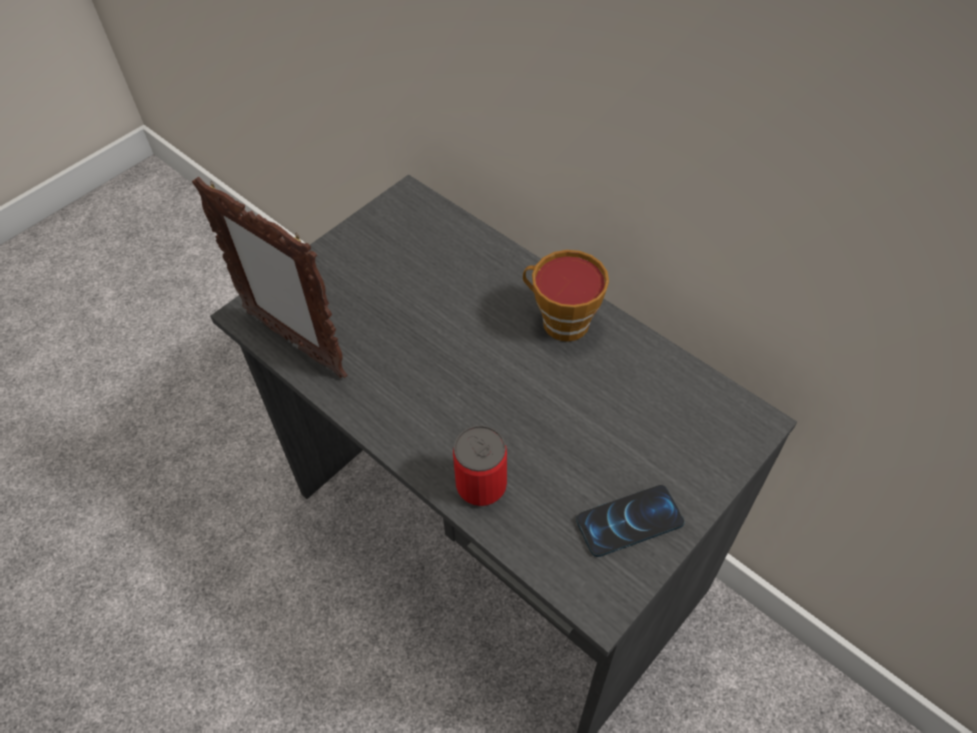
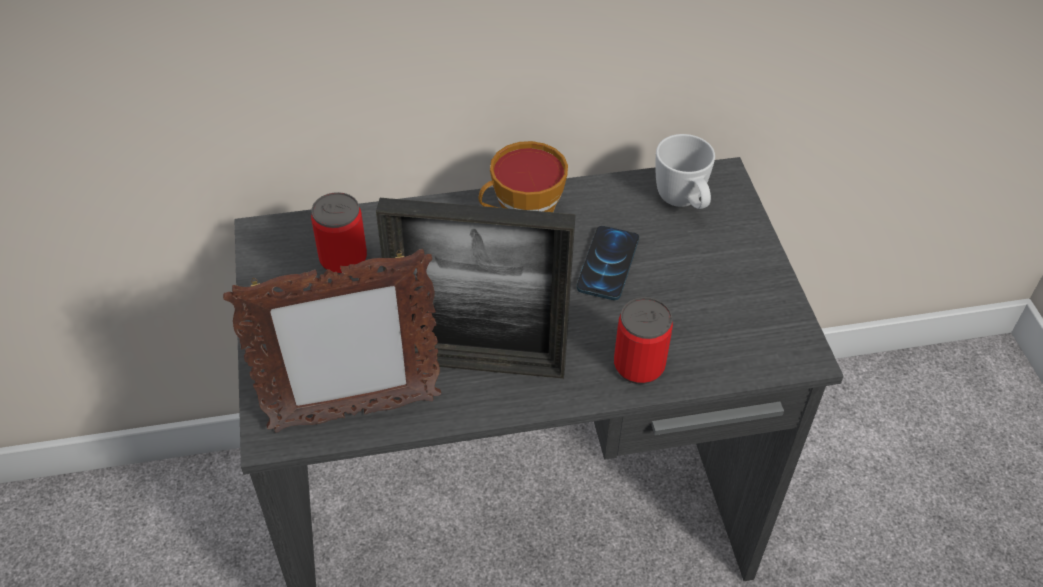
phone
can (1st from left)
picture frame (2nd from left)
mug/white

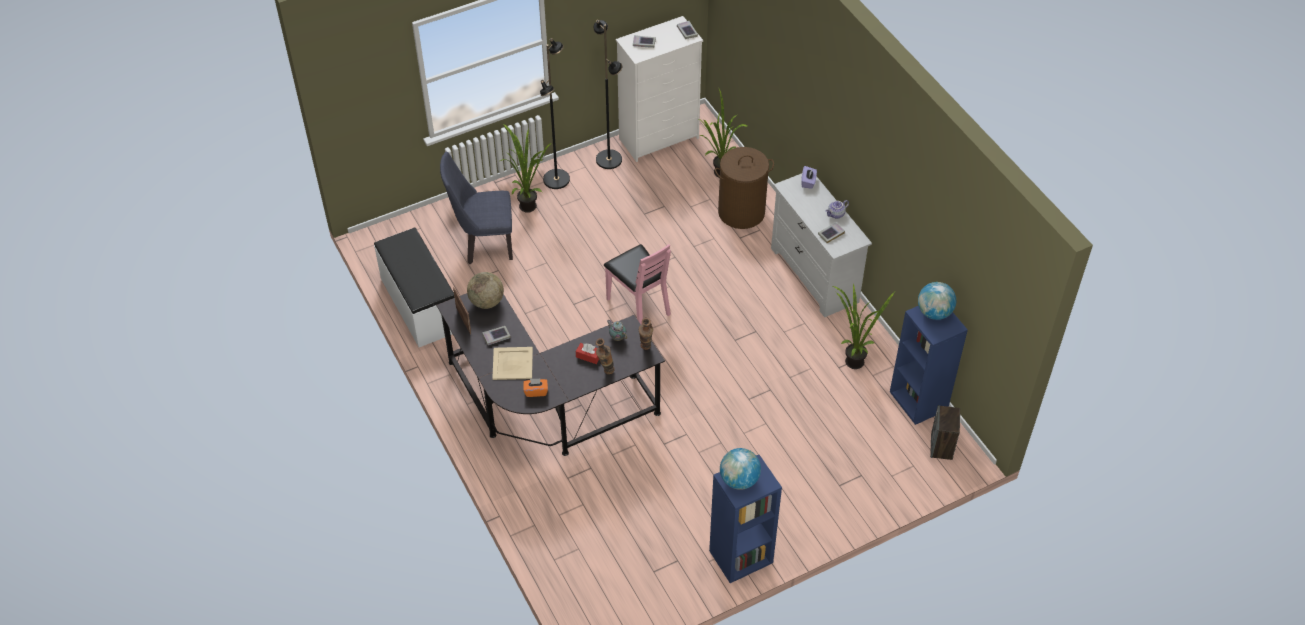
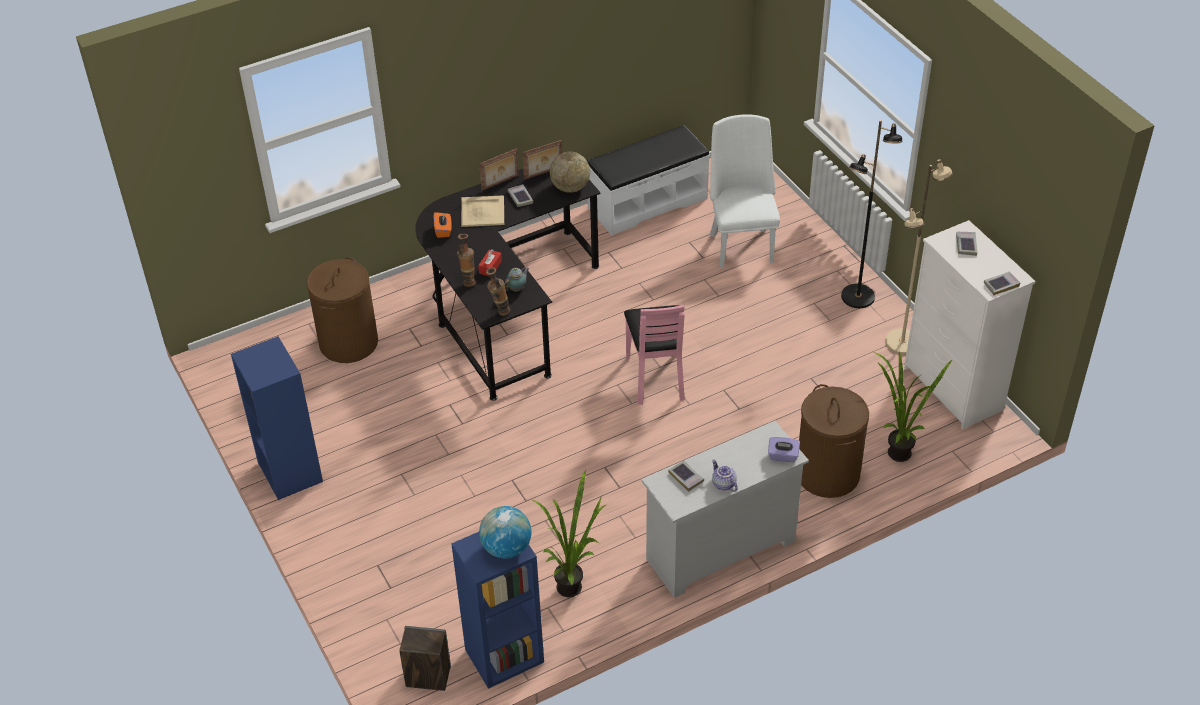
chair/white
potted plant (1st from left in the first image)
floor lamp/beige
chair/pink
globe (2nd from left in the first image)
laundry basket/brown (1st from left)
picture frame (1st from left)

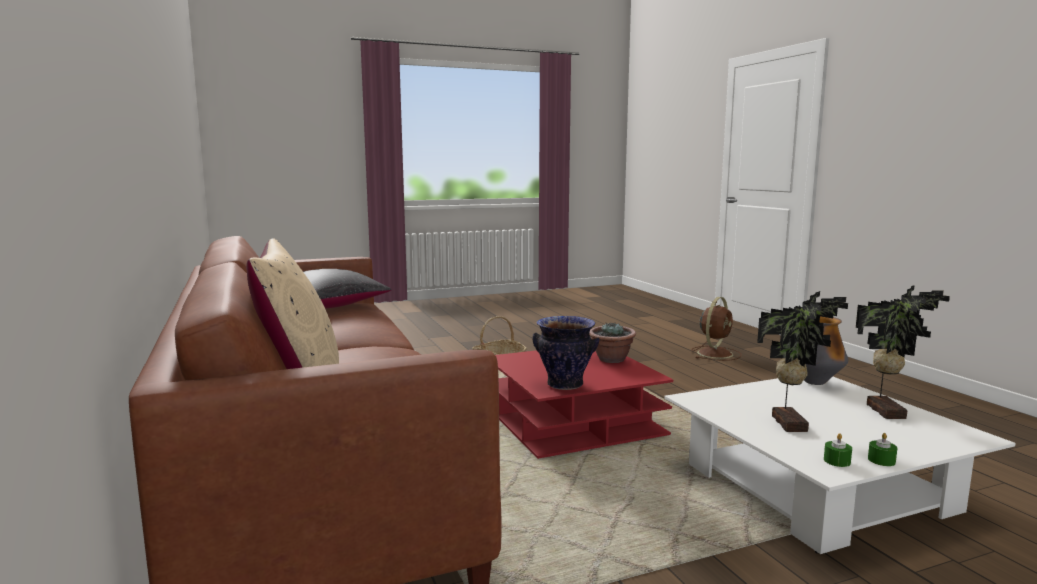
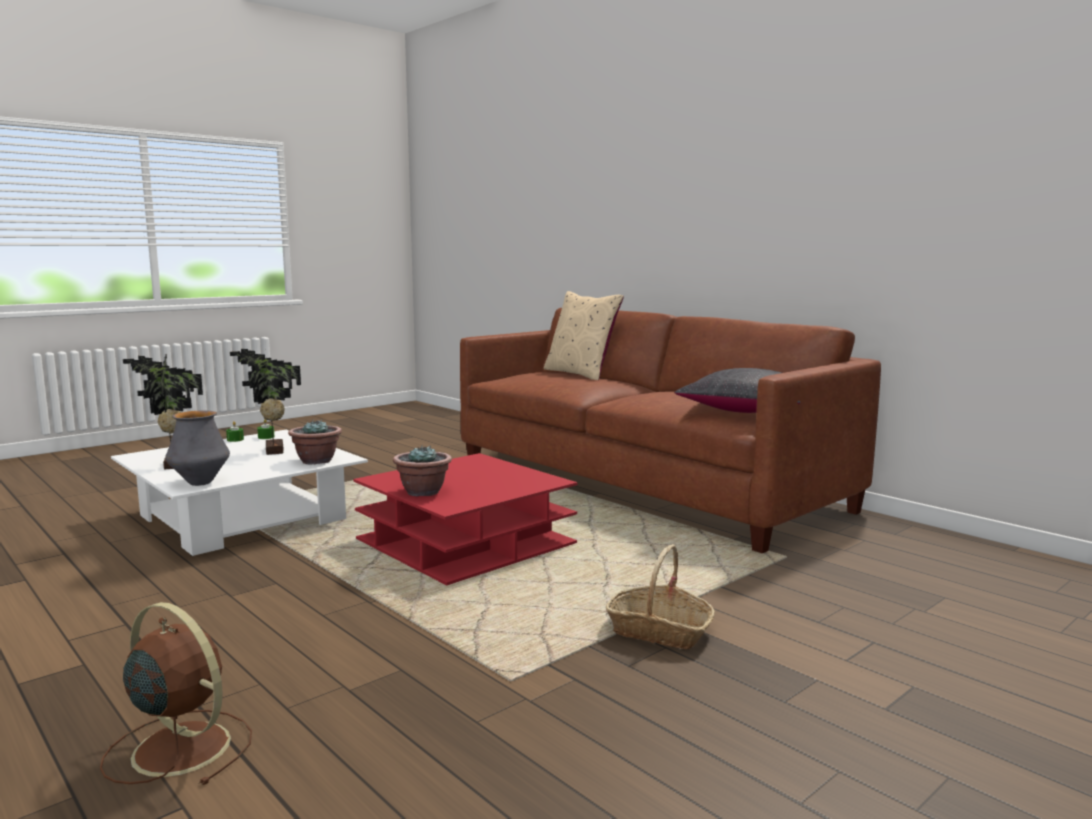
vase (1st from left in the first image)
fan/brown
potted plant (3rd from left)

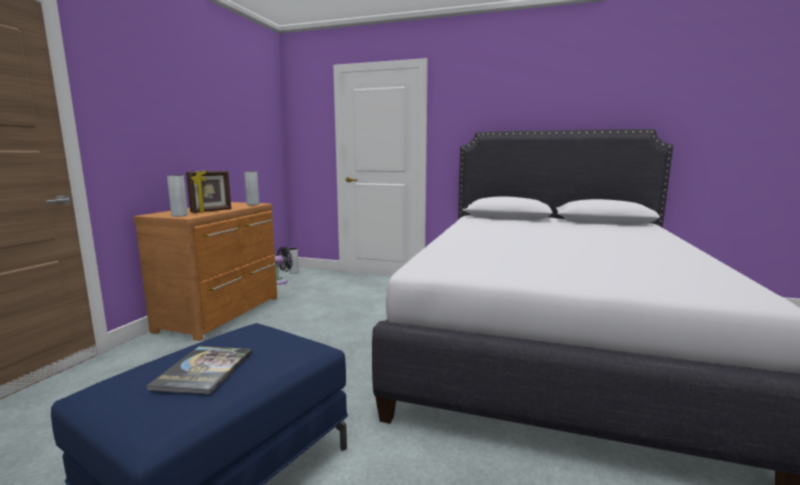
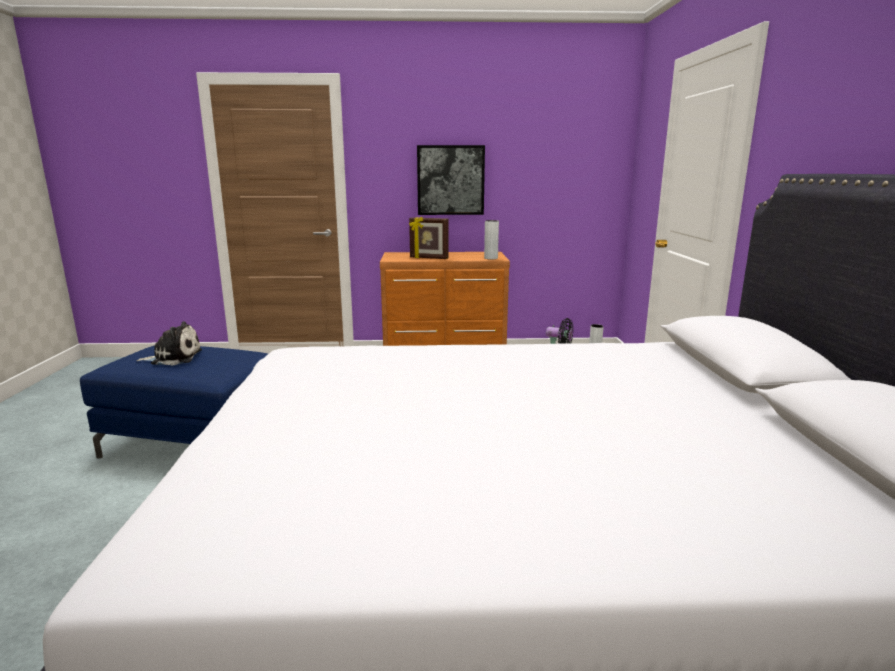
plush toy
vase/grey (1st from left in the first image)
picture

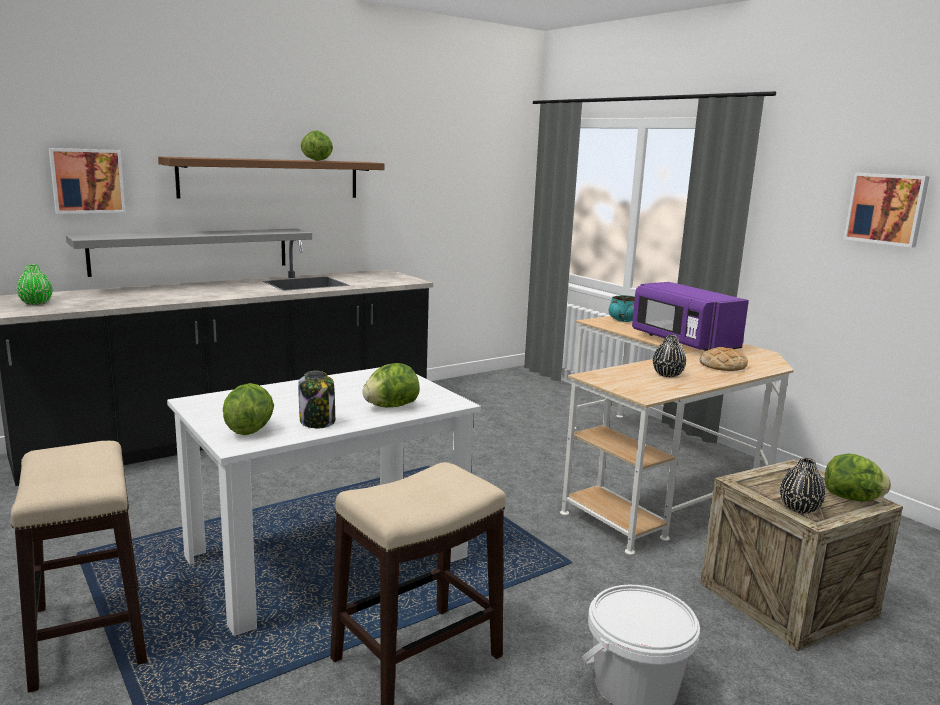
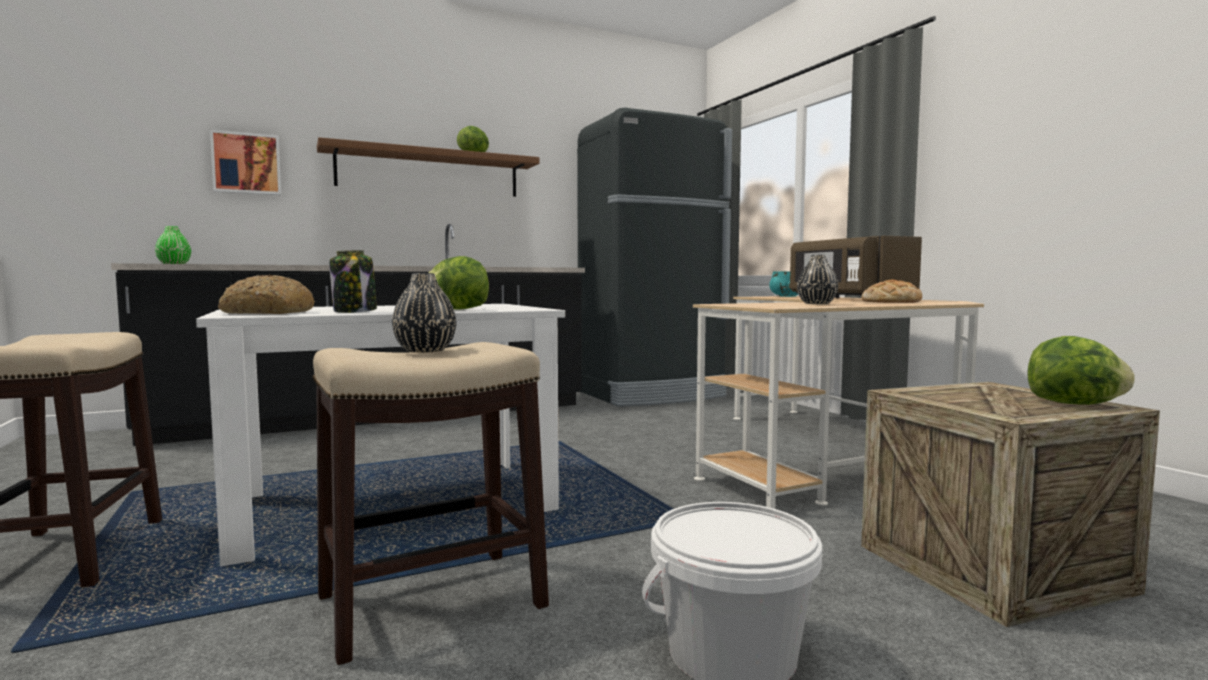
shelf/grey
bread (1st from left)
microwave/brown
vase/black (1st from left)
picture (2nd from left in the first image)
fridge/black

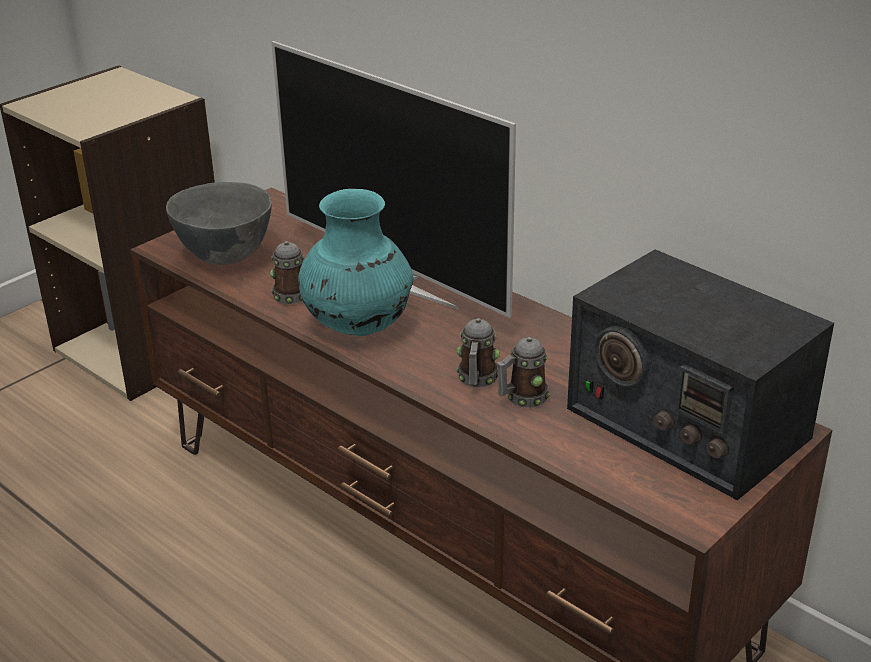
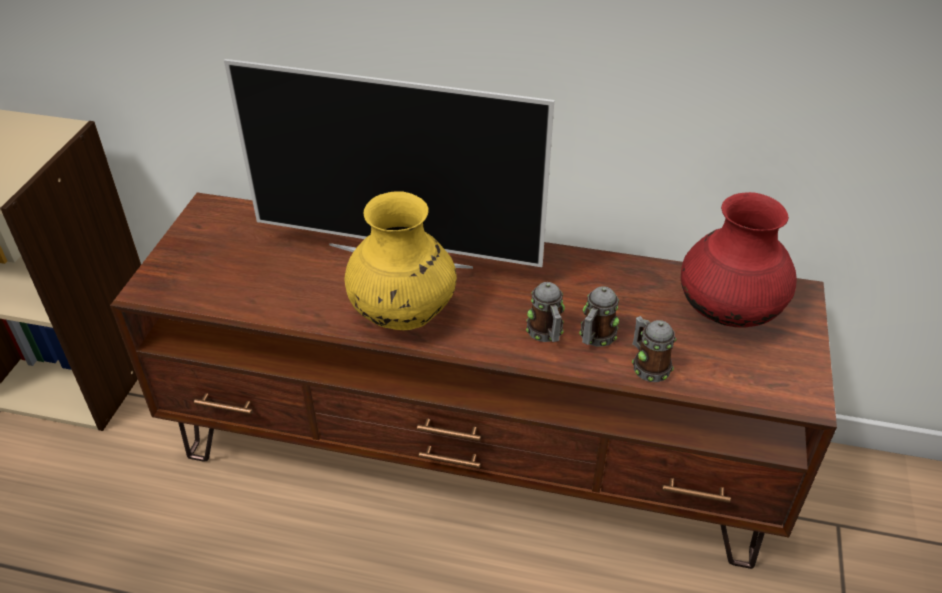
bowl/grey
mug (3rd from left)
vase/yellow
vase/red

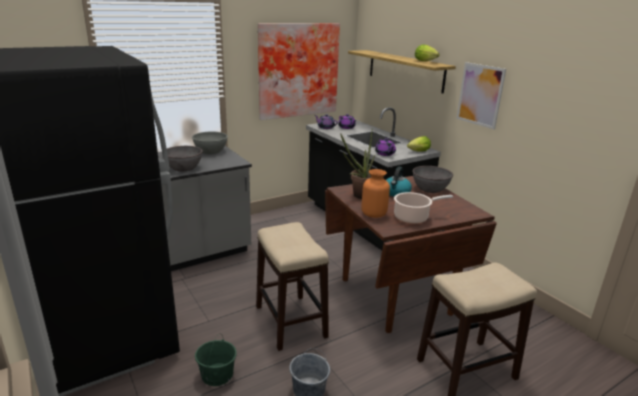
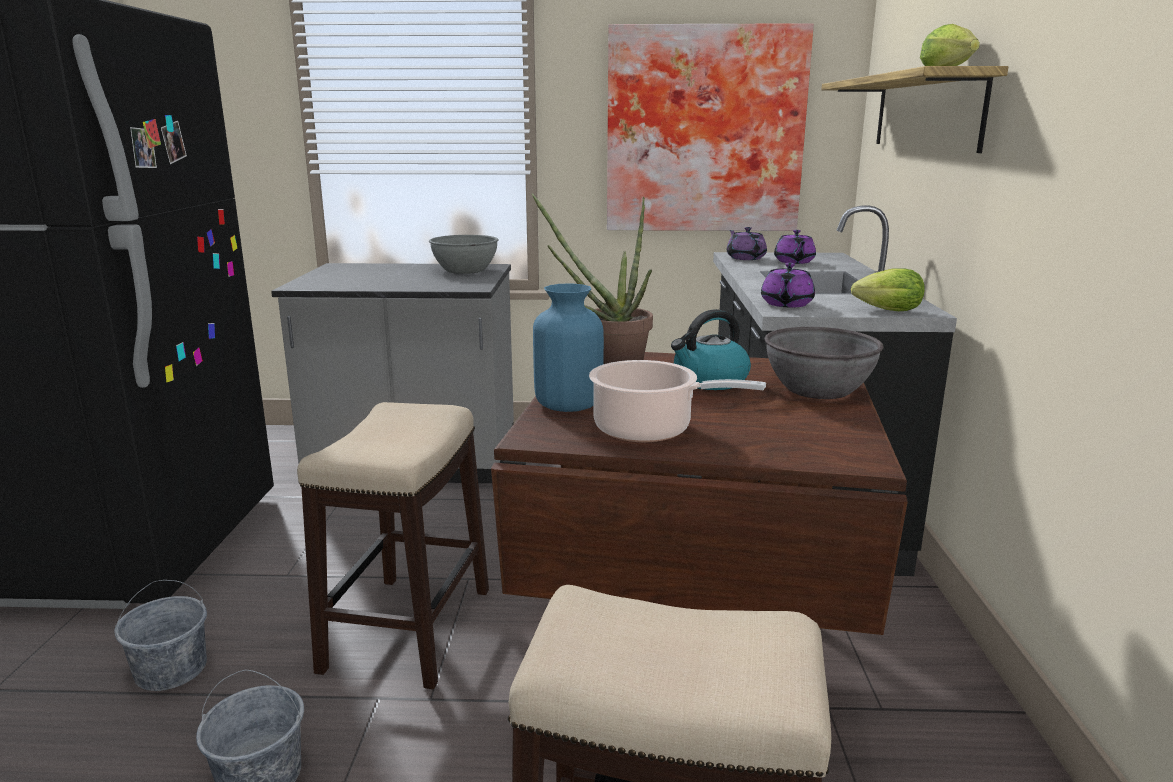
bowl/grey (1st from left in the first image)
bucket/grey (1st from left)
vase/blue
picture (2nd from left in the first image)

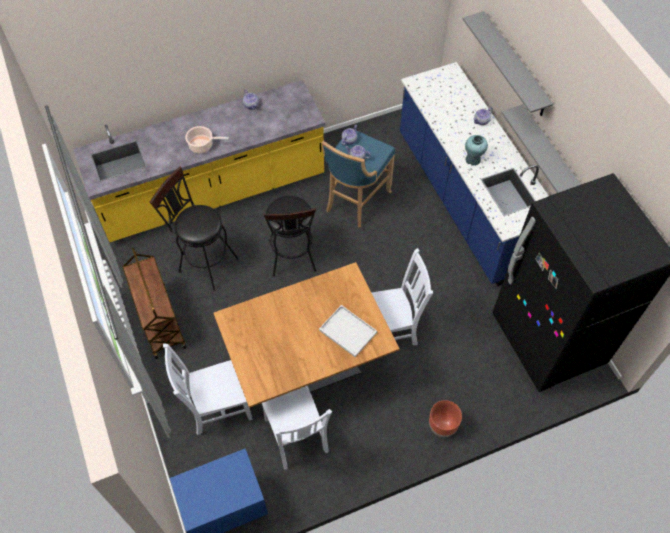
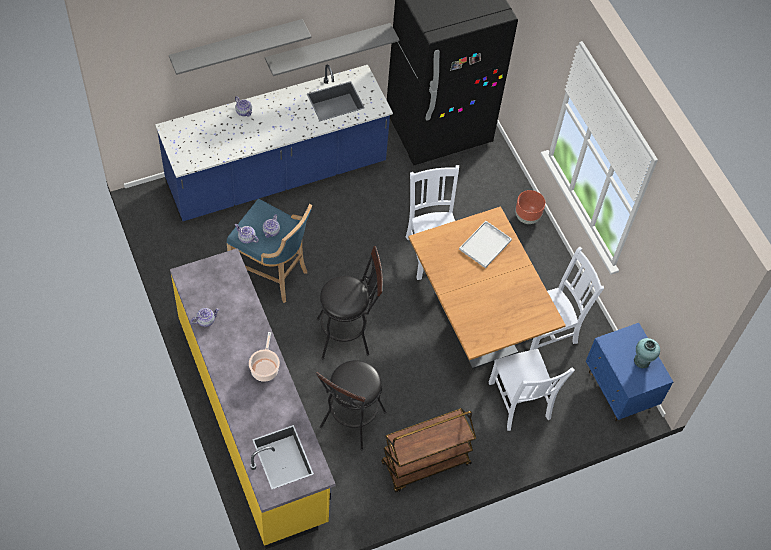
vase/turquoise

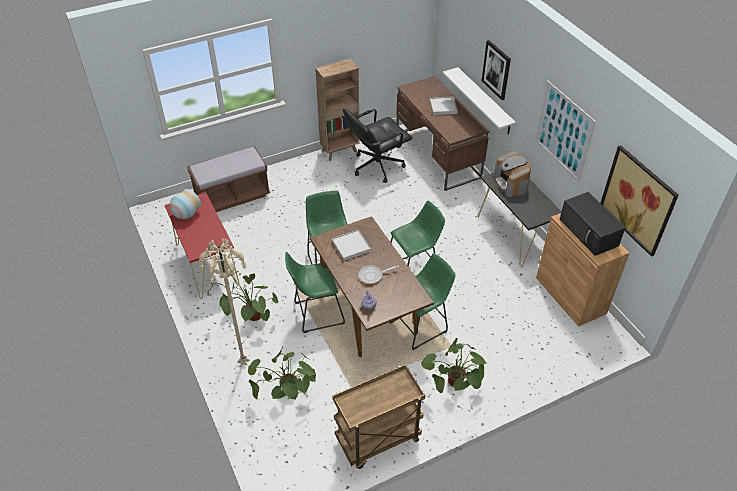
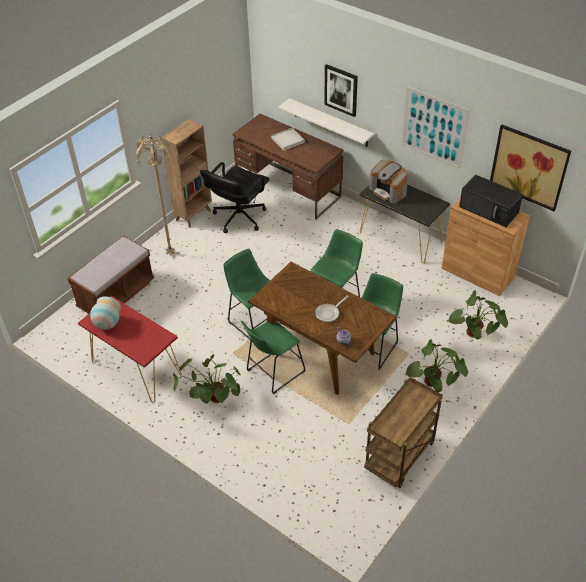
floor lamp/beige
potted plant (3rd from left)
tray/white (1st from left in the first image)

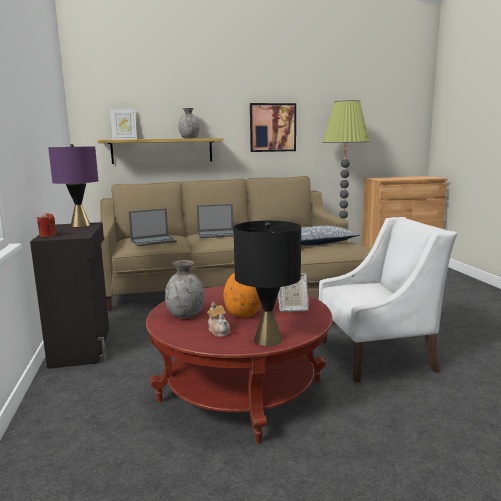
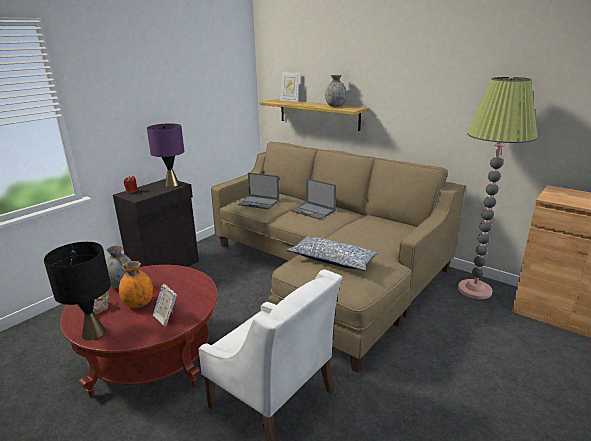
picture

